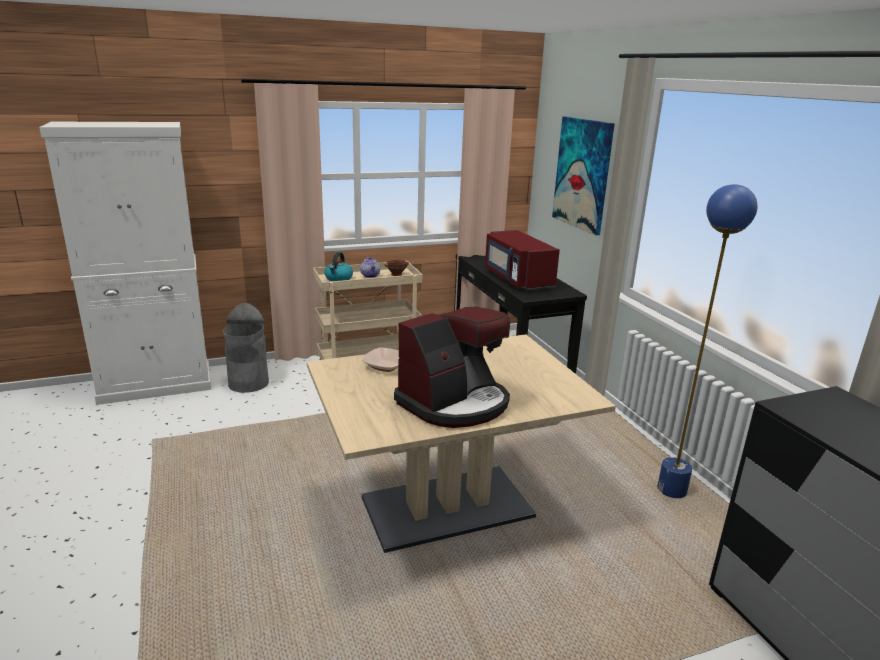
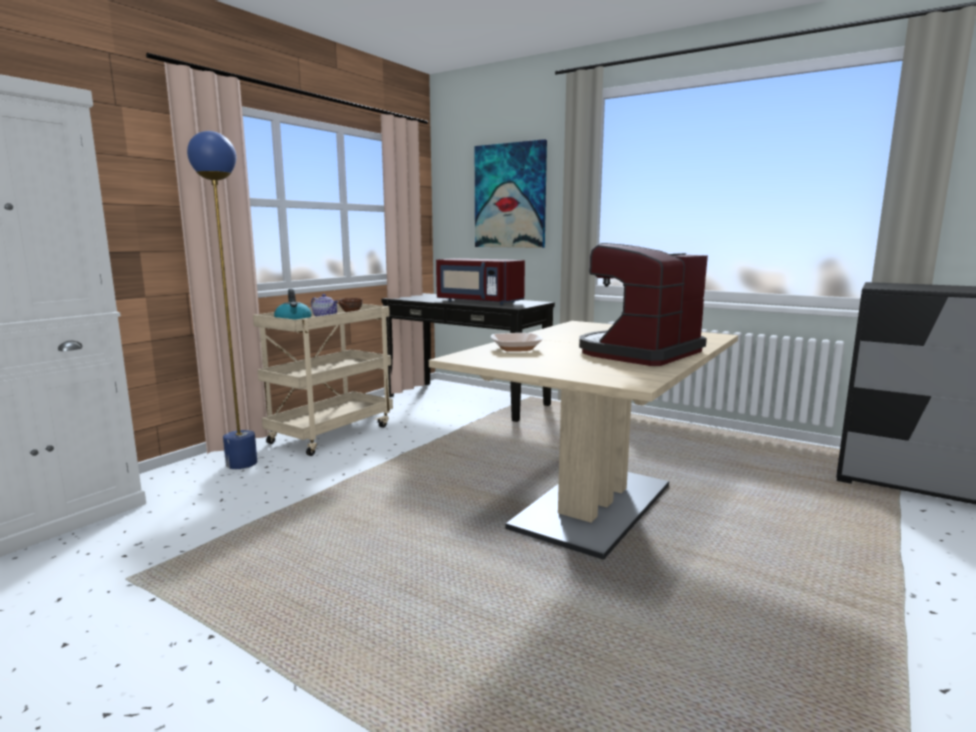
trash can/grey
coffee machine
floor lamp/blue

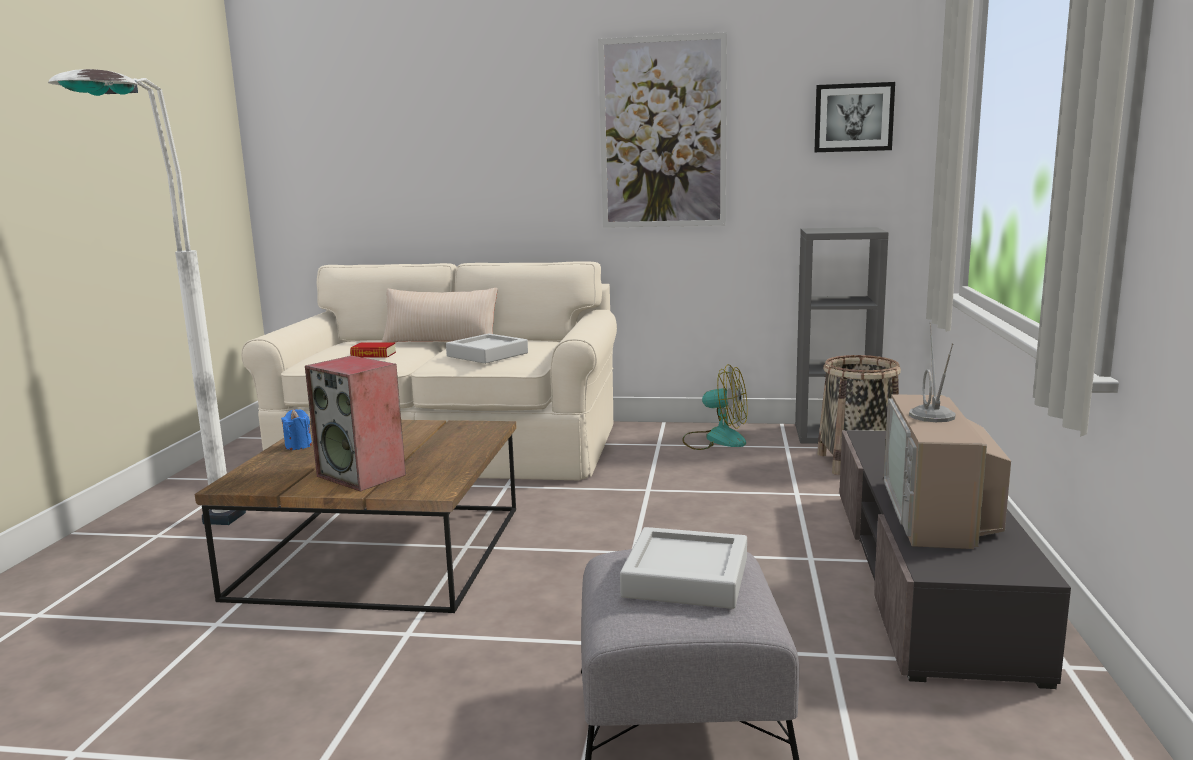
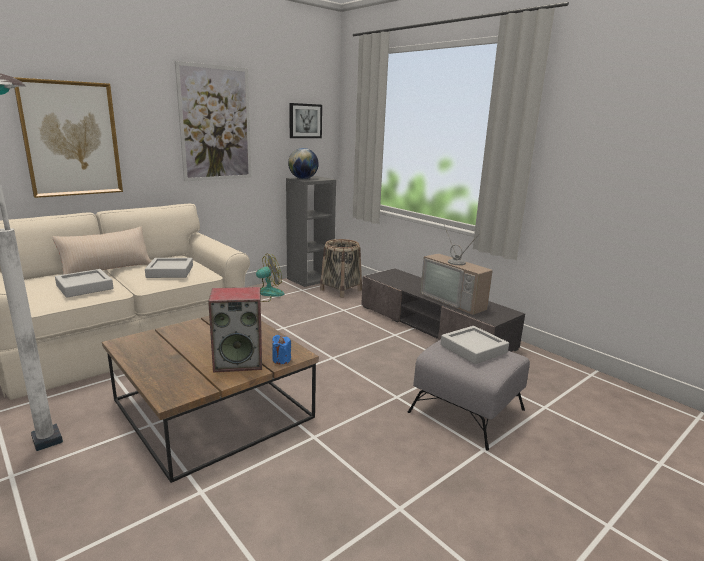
candle/blue
tray/grey (1st from left)
picture (1st from left)
globe

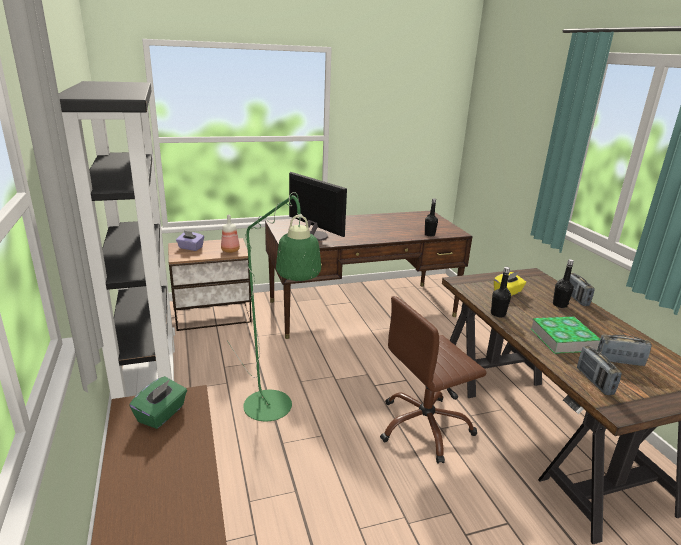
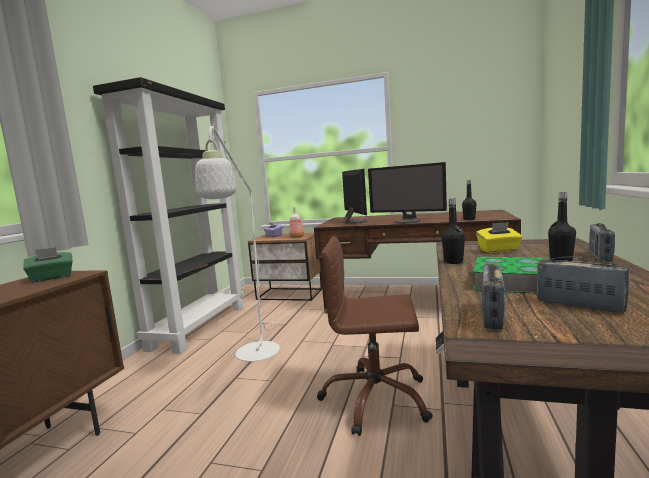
floor lamp/white
monitor (2nd from left)

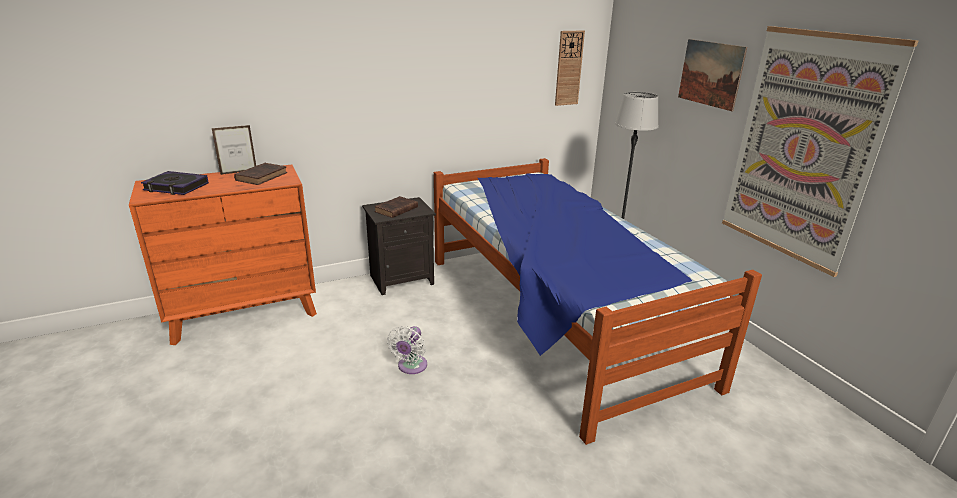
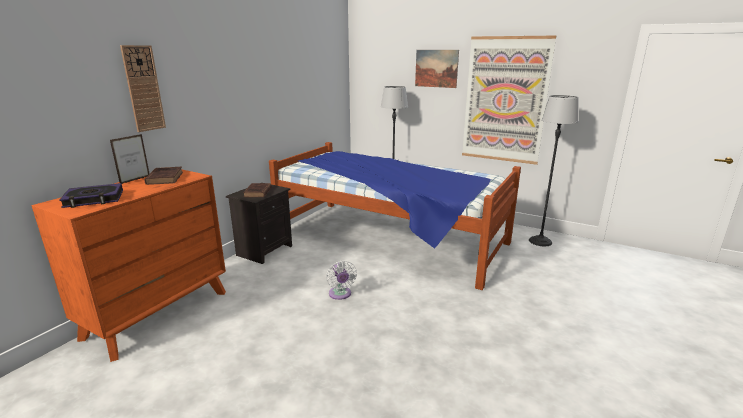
wall clock
floor lamp (2nd from left)

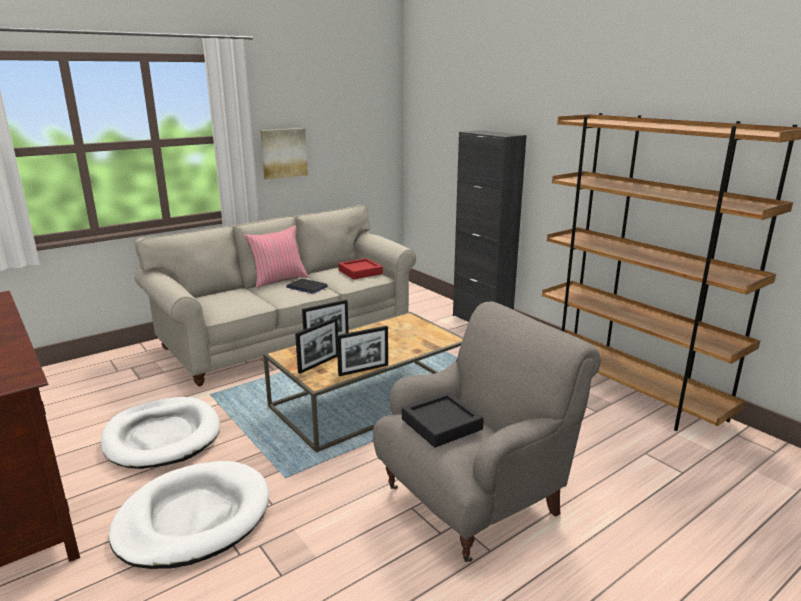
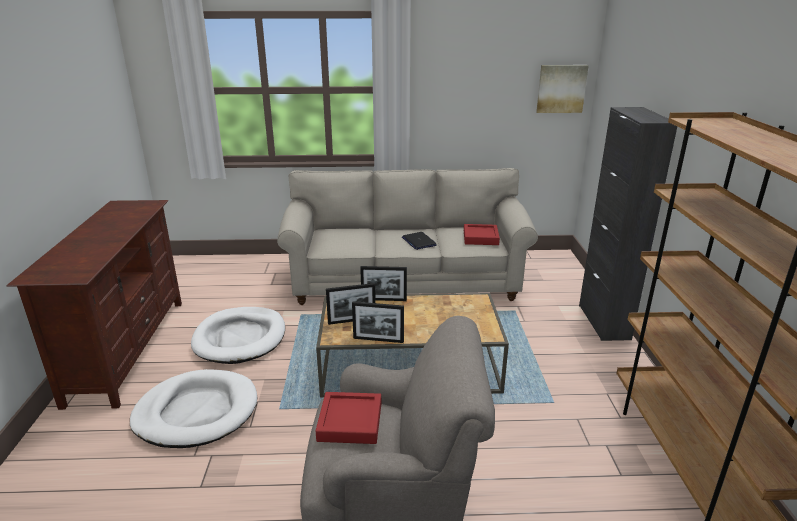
pillow/pink
picture
tray/red (1st from left)

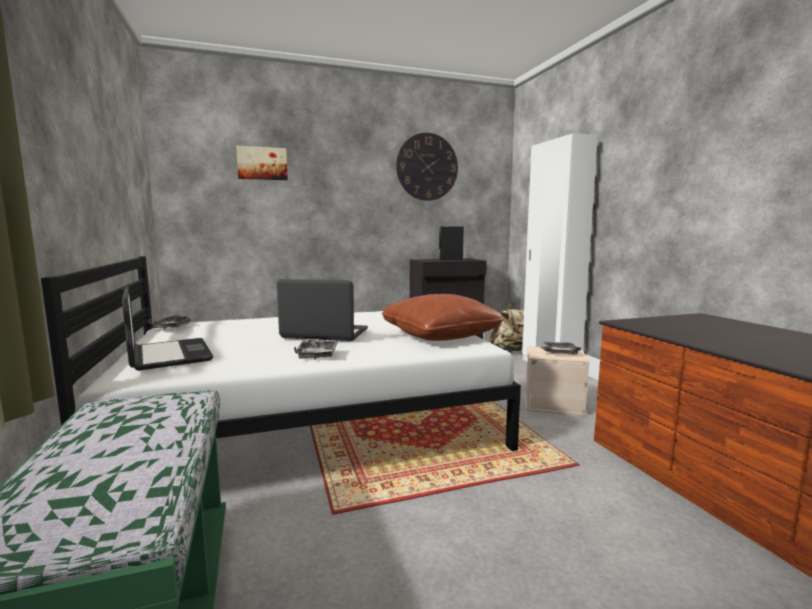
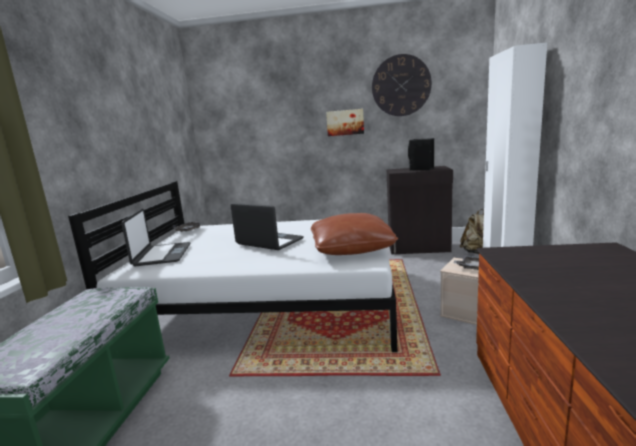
picture
tray/grey (2nd from left in the first image)

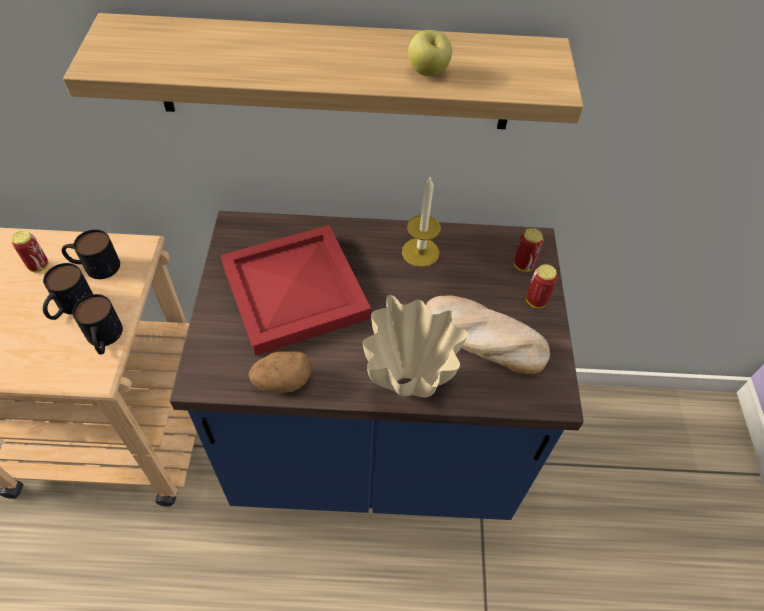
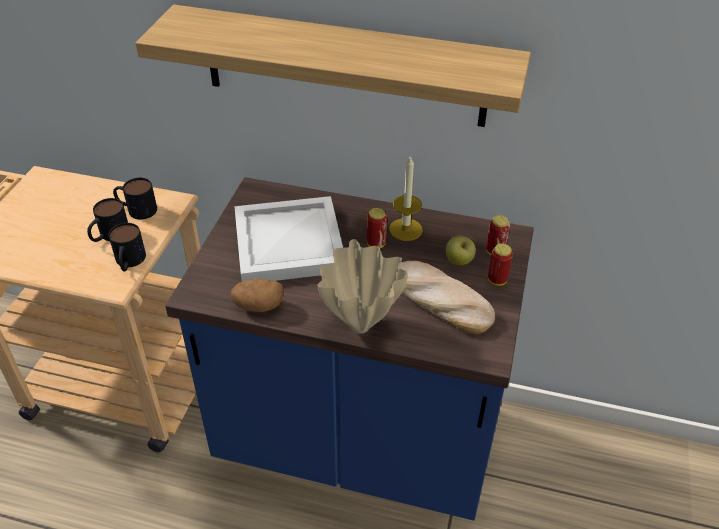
can (1st from left)
tray/white
apple

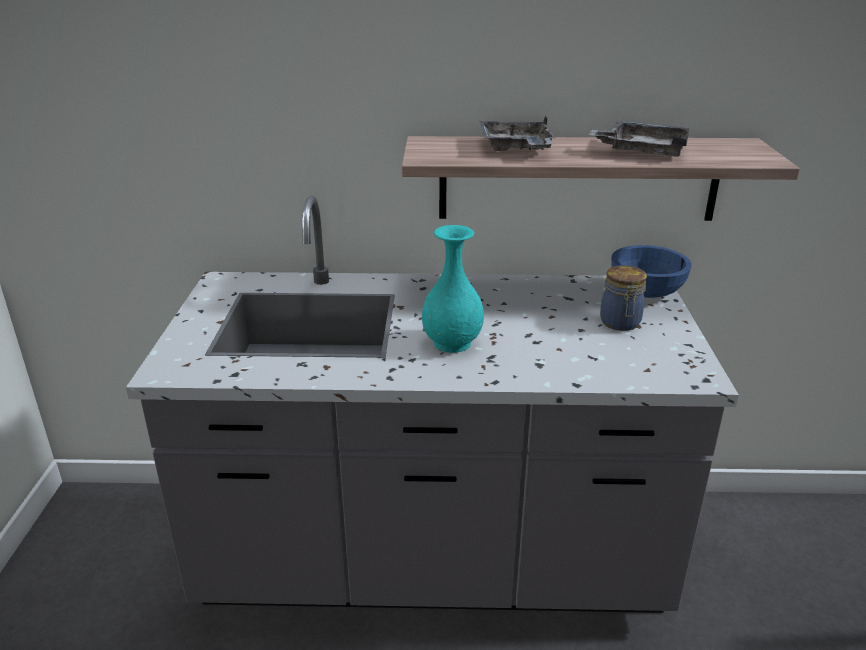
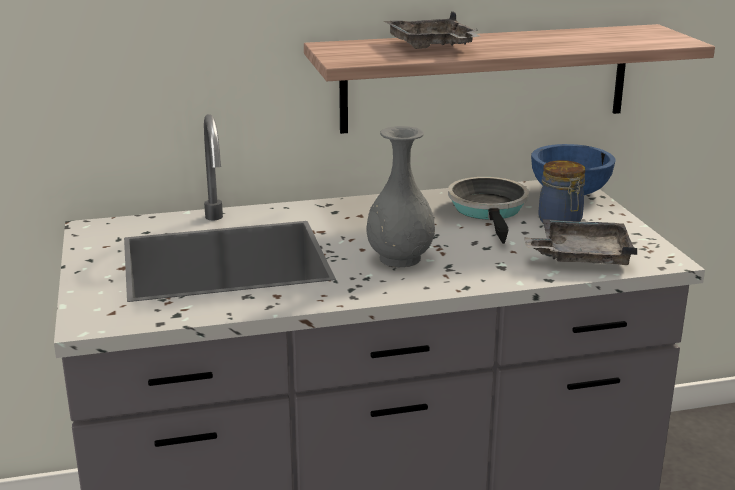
vase/grey
tray/grey (2nd from left)
frying pan

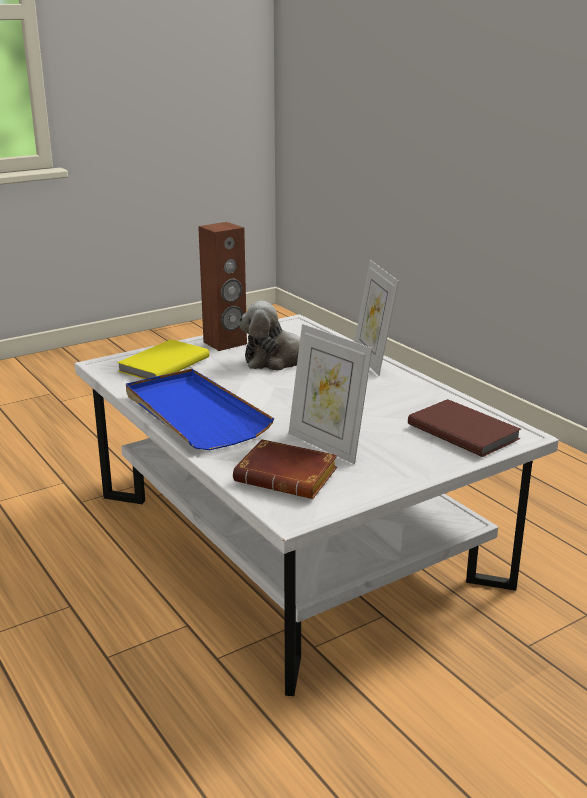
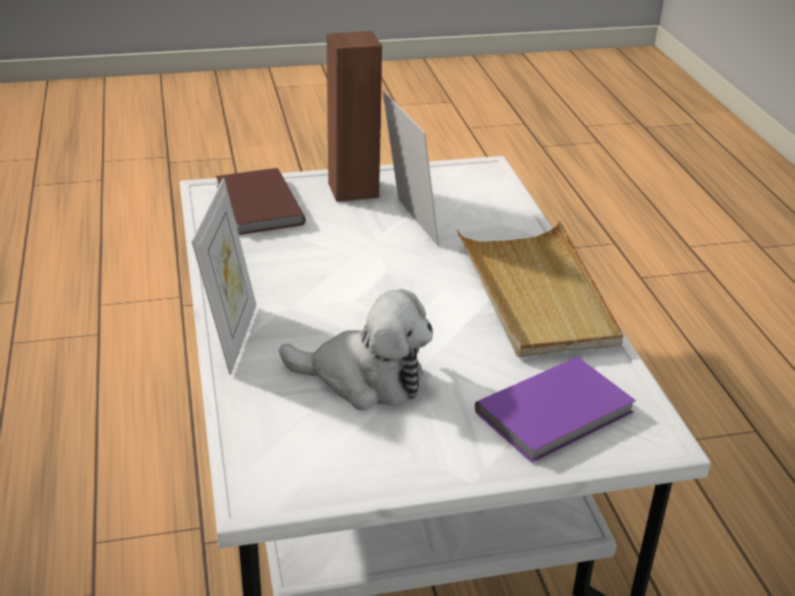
book/purple
tray/beige
speaker/brown
book/brown (1st from left in the first image)

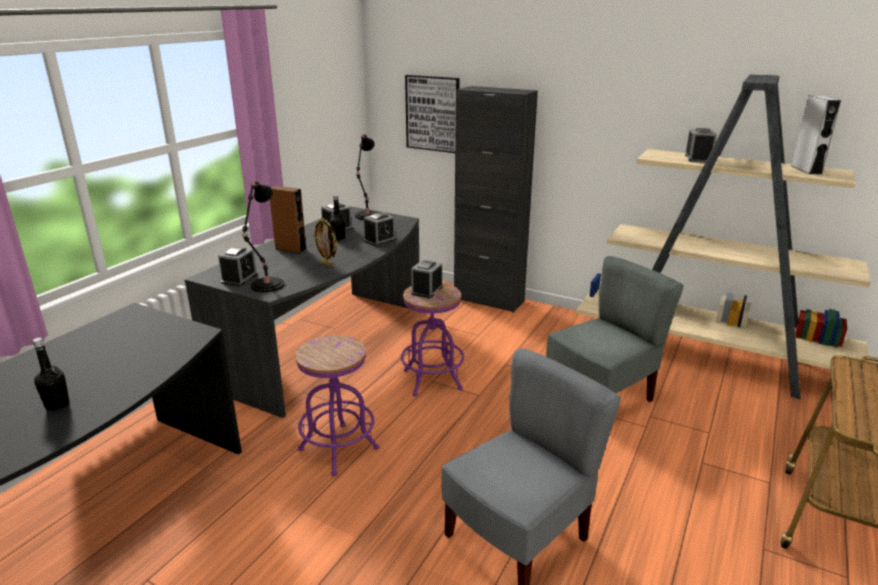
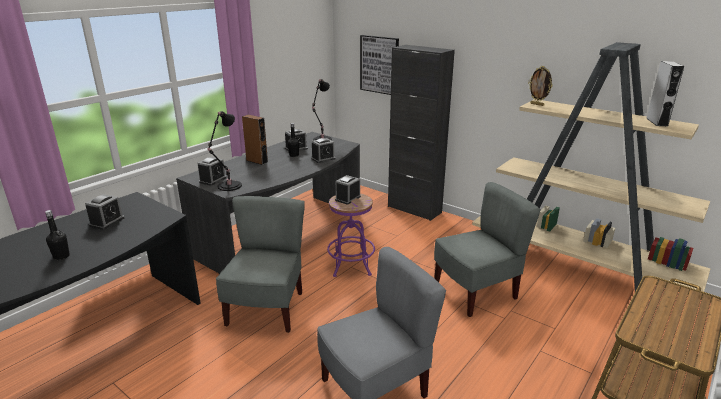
chair/grey (1st from left)
picture frame
alarm clock (1st from left)

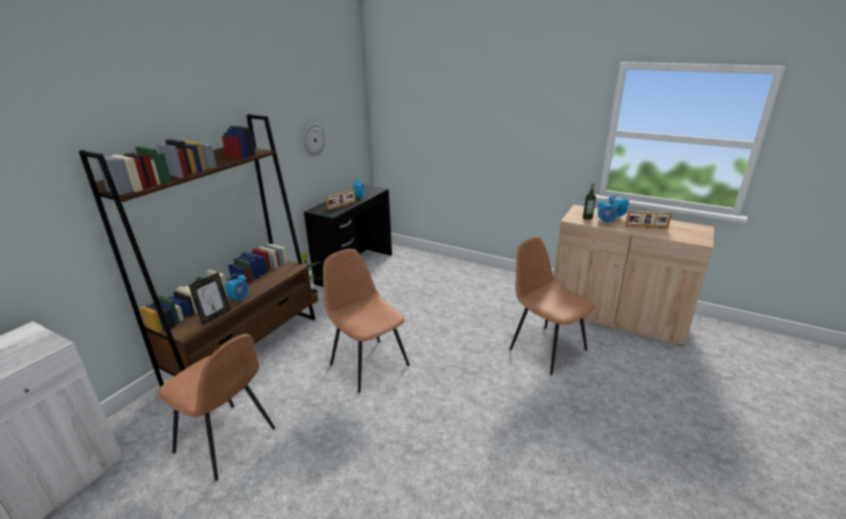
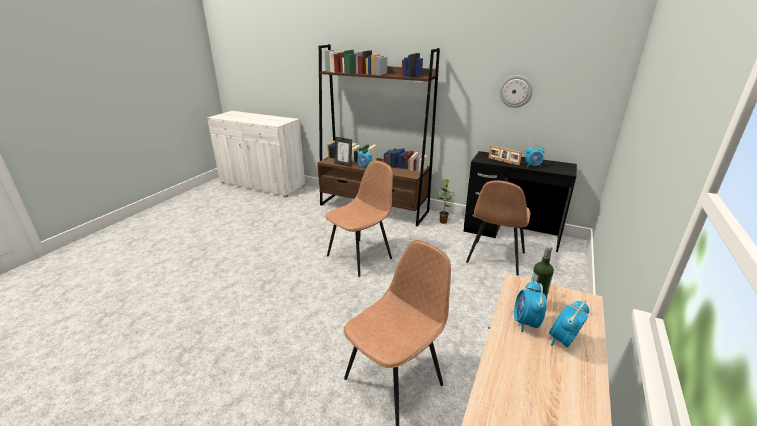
chair/brown (3rd from left)
picture frame (3rd from left in the first image)

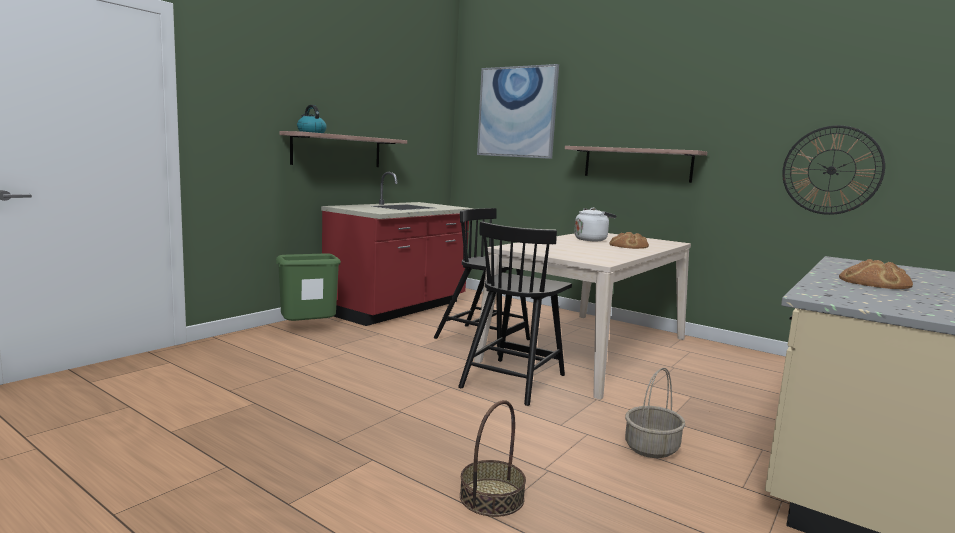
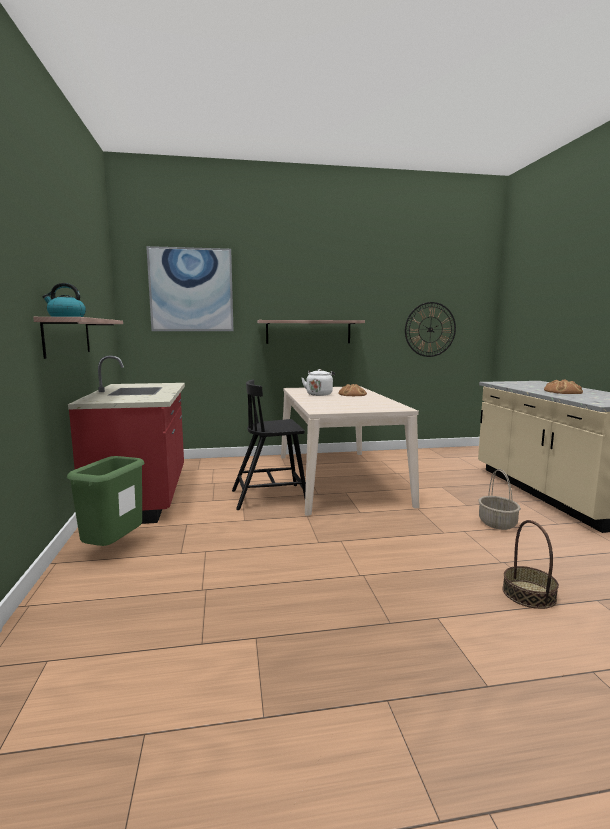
chair/black (2nd from left in the first image)

